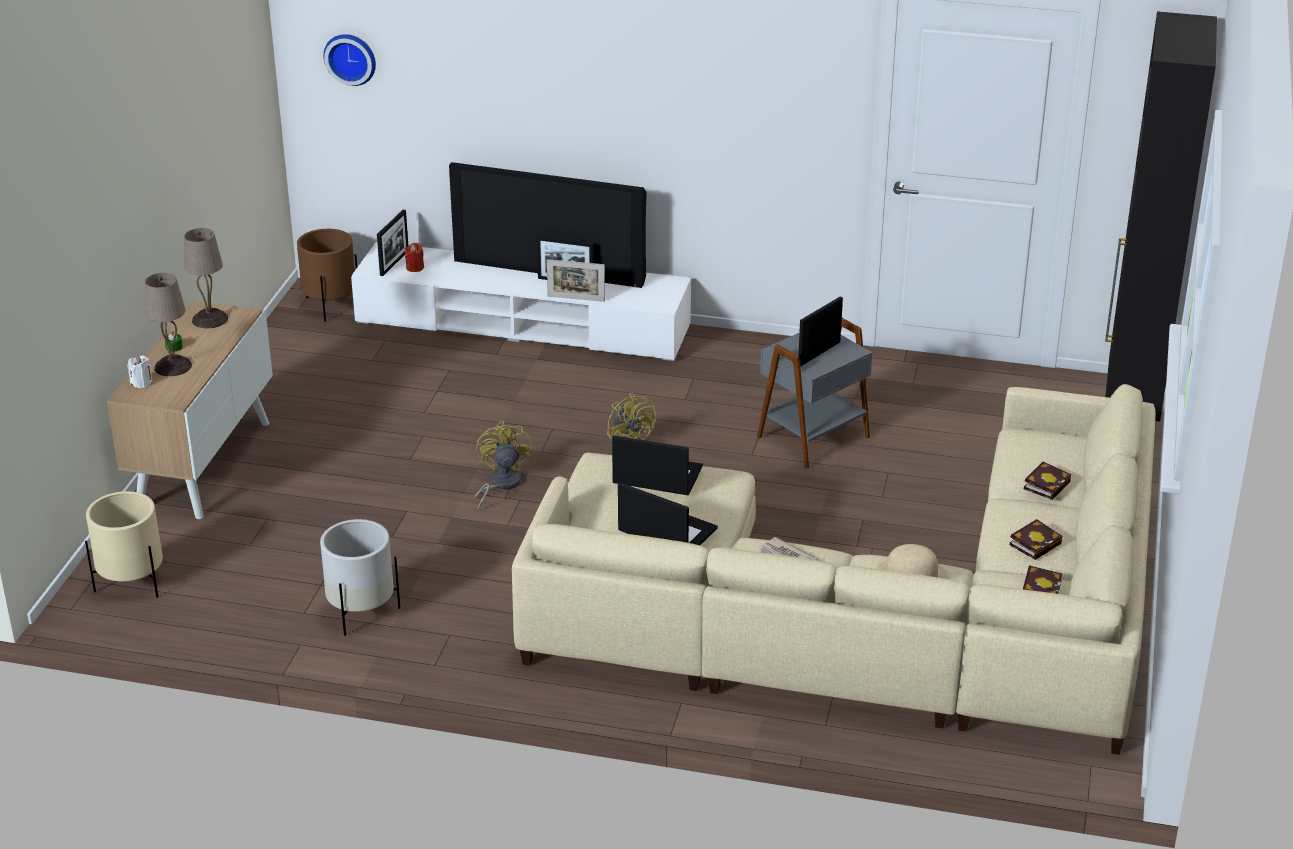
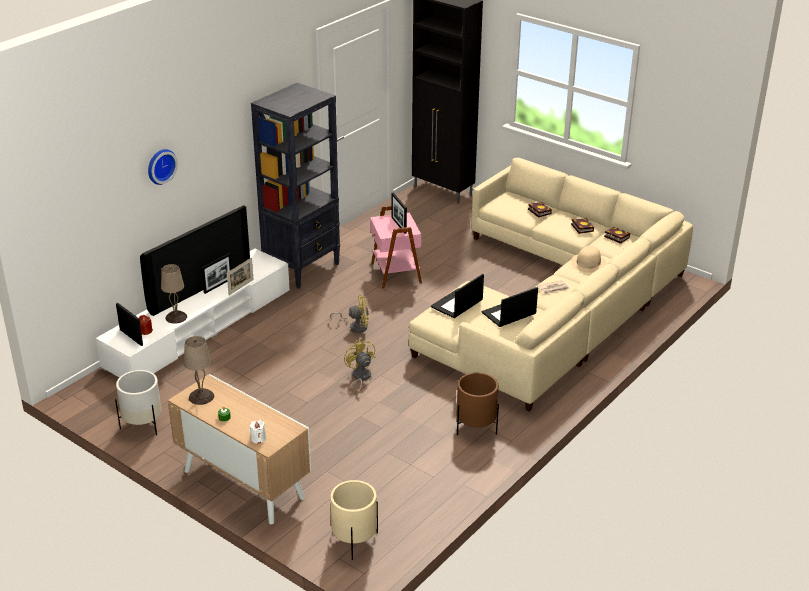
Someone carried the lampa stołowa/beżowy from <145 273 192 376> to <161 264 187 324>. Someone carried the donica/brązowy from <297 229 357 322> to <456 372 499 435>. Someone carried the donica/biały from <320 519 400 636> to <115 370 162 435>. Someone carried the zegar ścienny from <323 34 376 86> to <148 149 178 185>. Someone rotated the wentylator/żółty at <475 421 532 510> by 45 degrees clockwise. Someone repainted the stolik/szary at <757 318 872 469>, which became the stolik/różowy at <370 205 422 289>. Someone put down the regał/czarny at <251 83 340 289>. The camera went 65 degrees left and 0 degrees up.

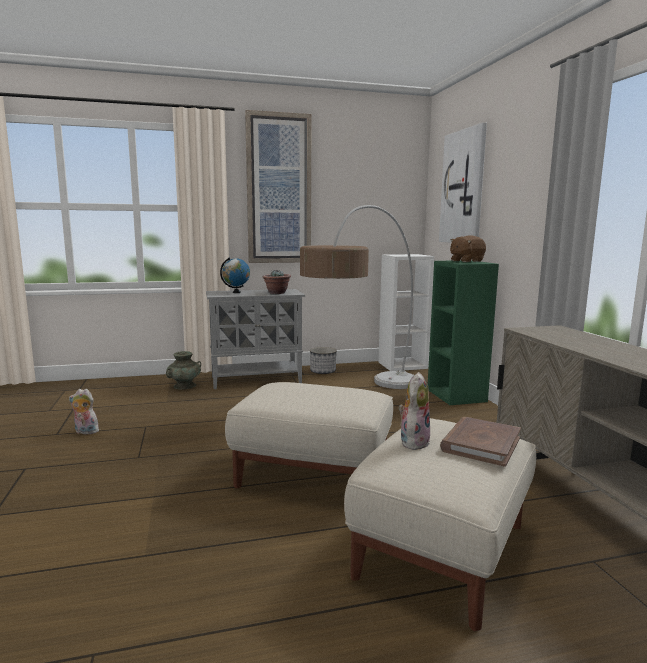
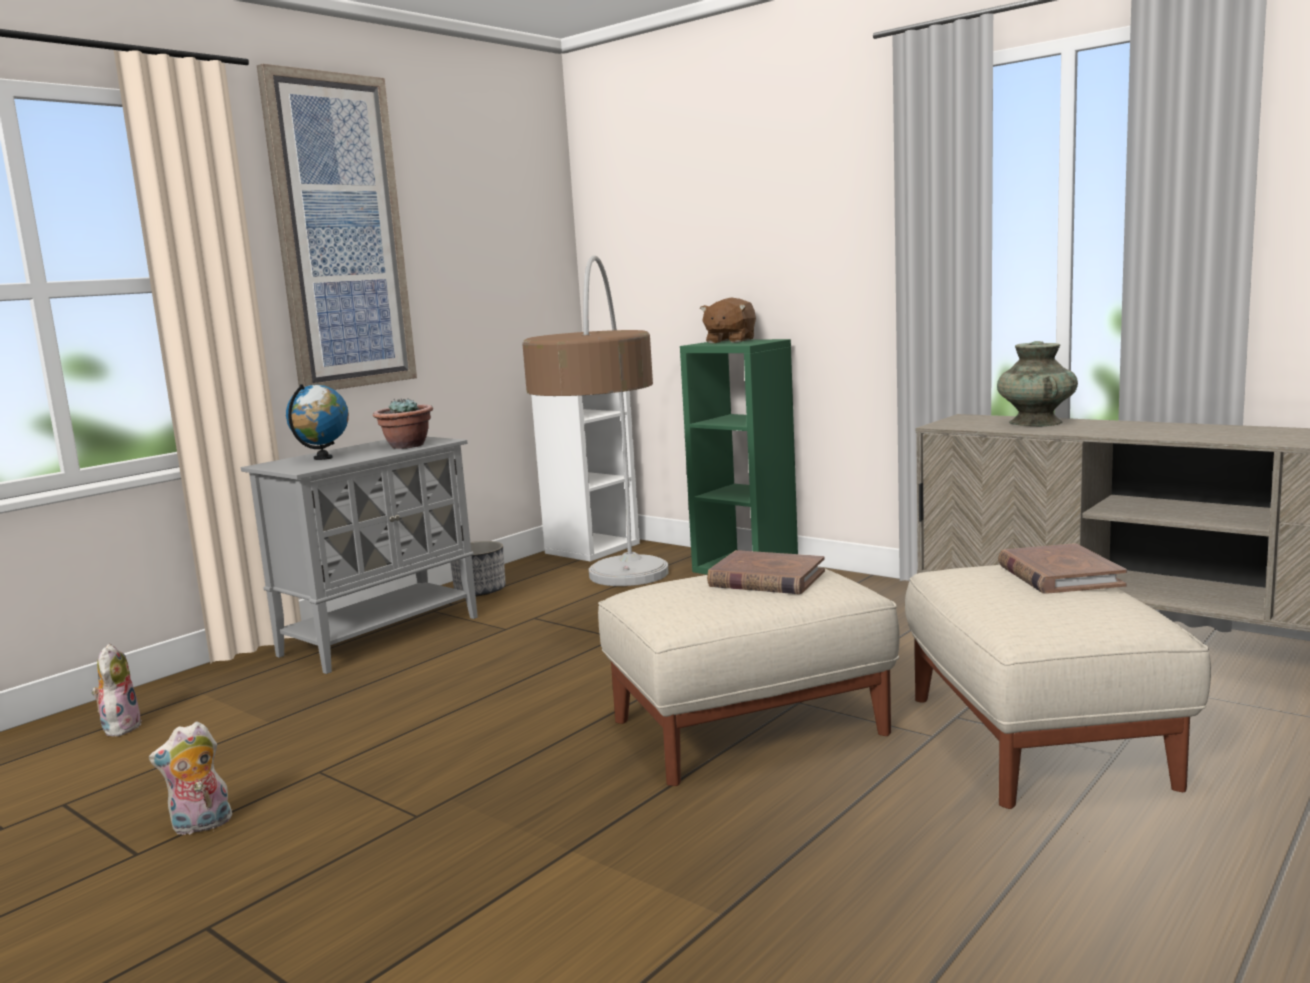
Someone carried the wazon/turkusowy from <166 351 201 389> to <997 341 1078 426>. Someone carried the pluszak from <398 372 430 450> to <92 644 142 737>. Someone took away the obraz at <439 122 487 243>. Someone put down the książka/brązowy at <707 550 825 594>. The camera went 35 degrees left and 0 degrees up.

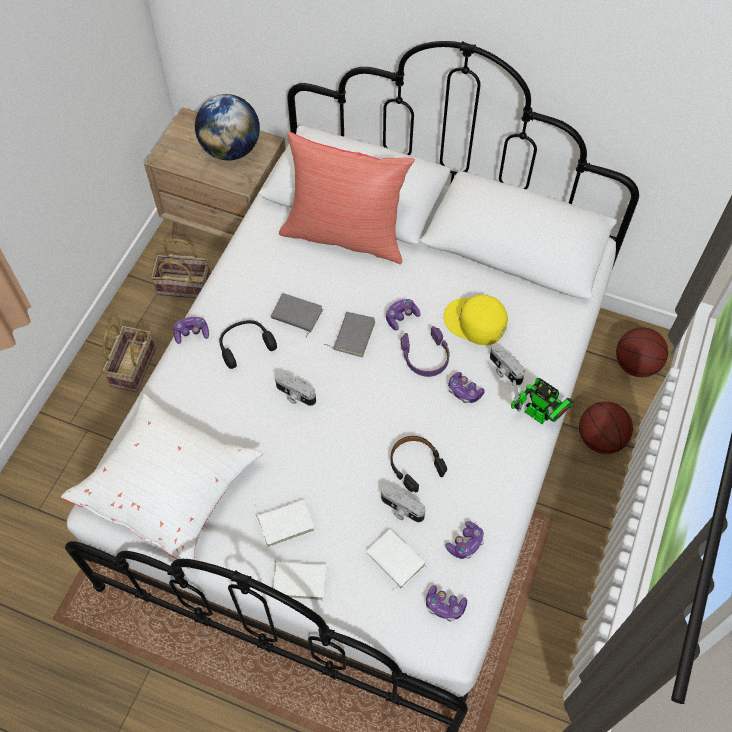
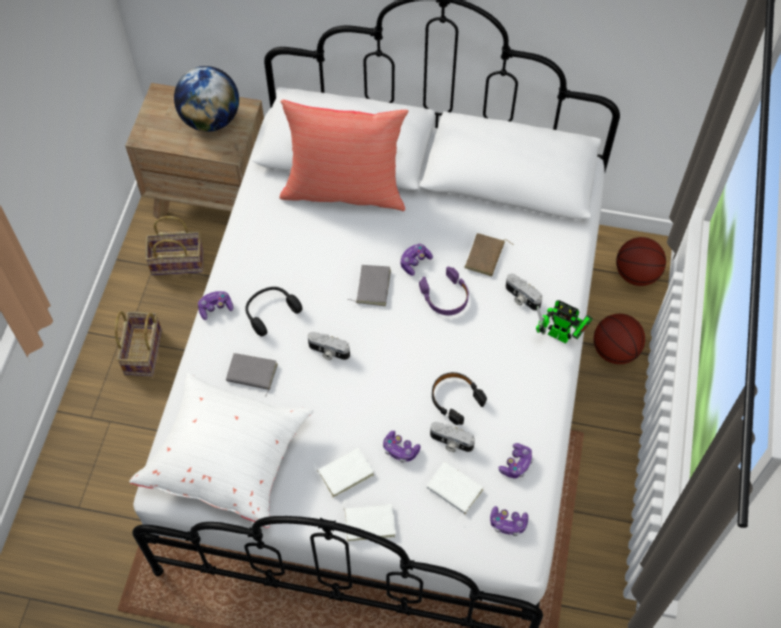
Someone carried the książka/szary from <271 293 323 338> to <226 353 278 397>. Someone swapped the czapka z daszkiem/żółty at <444 295 508 345> for the książka/brązowy at <464 233 514 276>. Someone carried the pad do gier from <448 372 485 403> to <383 431 421 463>. The camera went 10 degrees left and 0 degrees up.

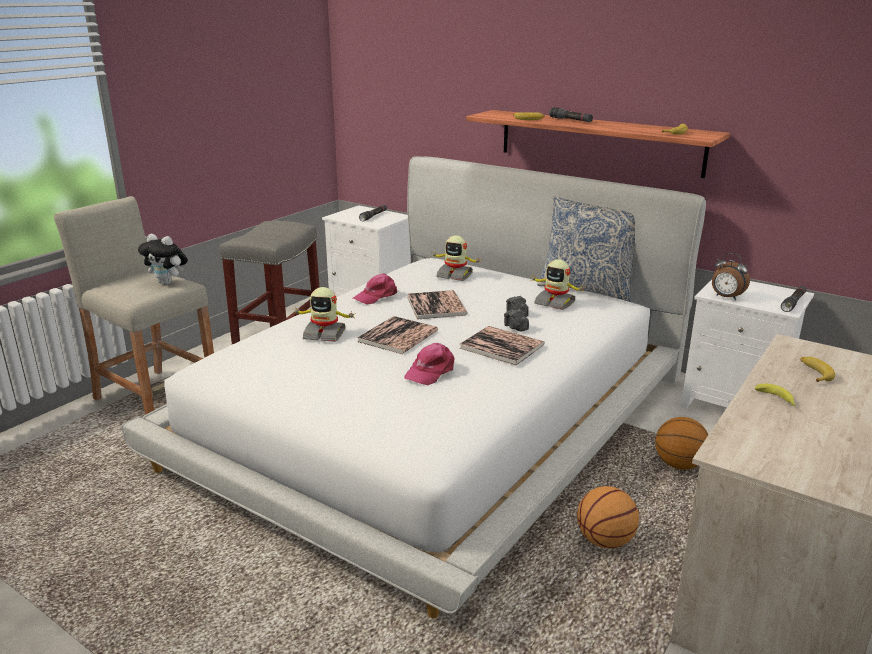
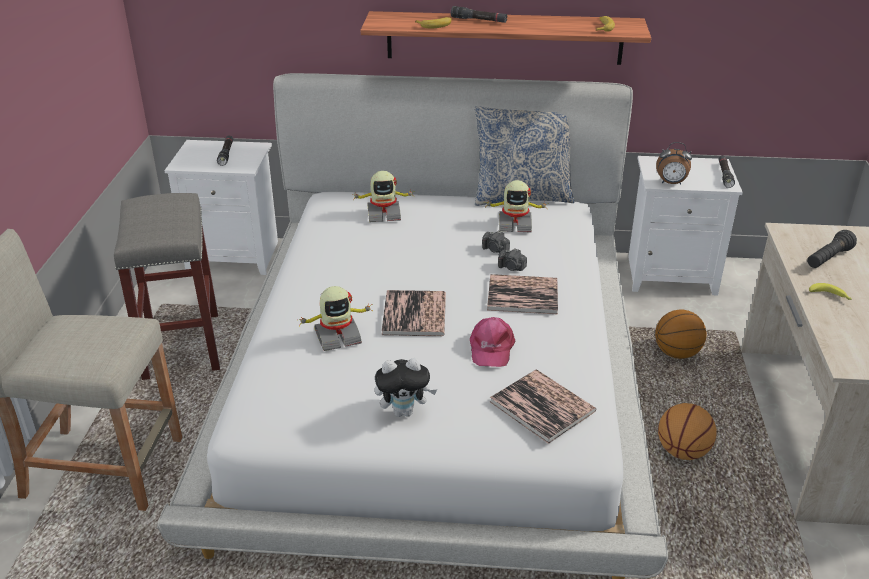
Someone carried the pluszak from <138 234 188 285> to <375 358 437 417>. Someone took away the czapka z daszkiem/różowy at <353 273 397 305>. Someone carried the książka from <407 290 468 319> to <490 369 596 444>. Someone swapped the banan at <800 357 835 382> for the latarka/czarny at <807 230 857 268>. The camera went 30 degrees left and 10 degrees up.

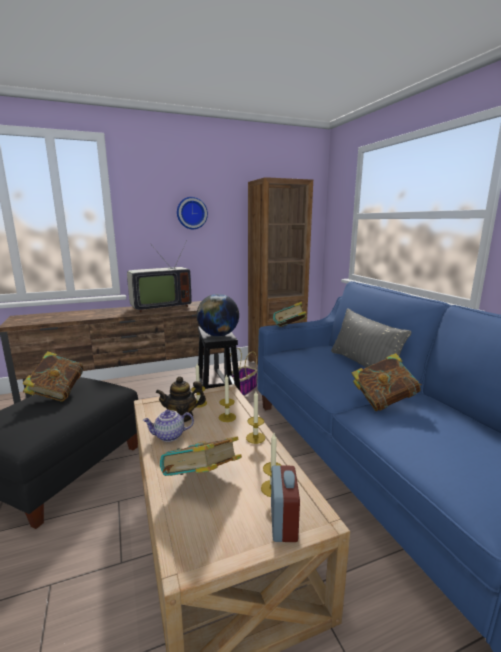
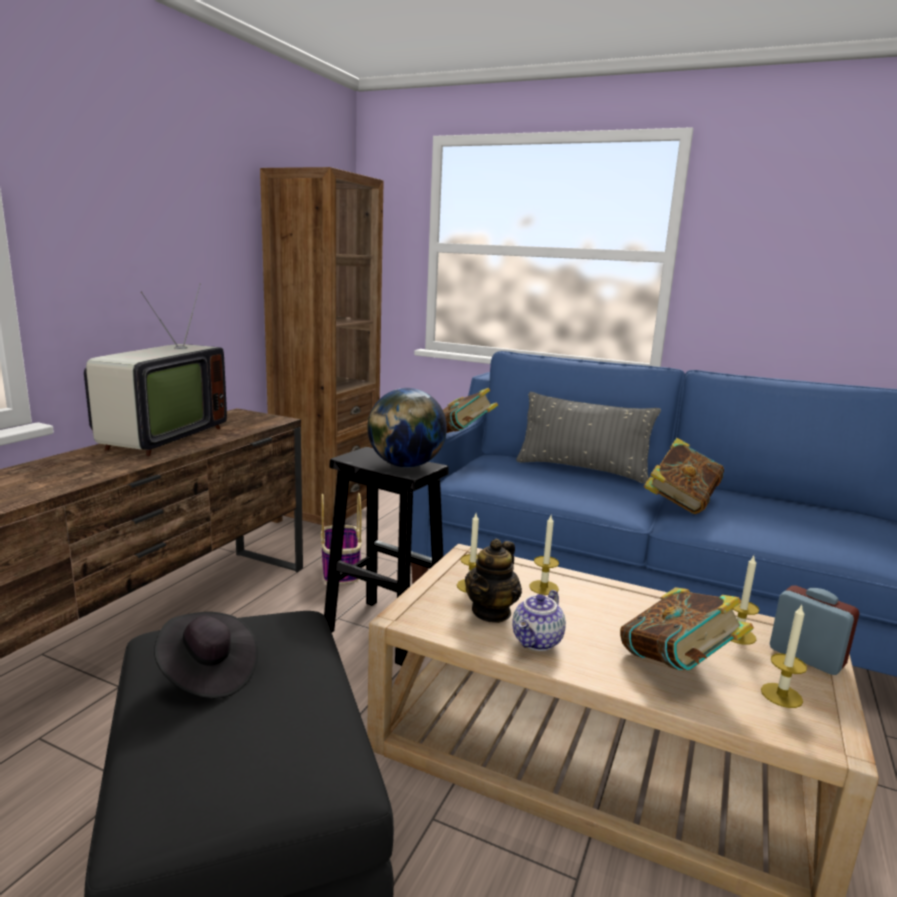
Someone swapped the książka at <23 351 84 402> for the kapelusz/czarny at <154 612 258 699>. Someone took away the zegar ścienny at <177 197 208 229>. Someone carried the świeca from <246 391 266 444> to <761 604 807 708>. The camera went 45 degrees left and 0 degrees up.

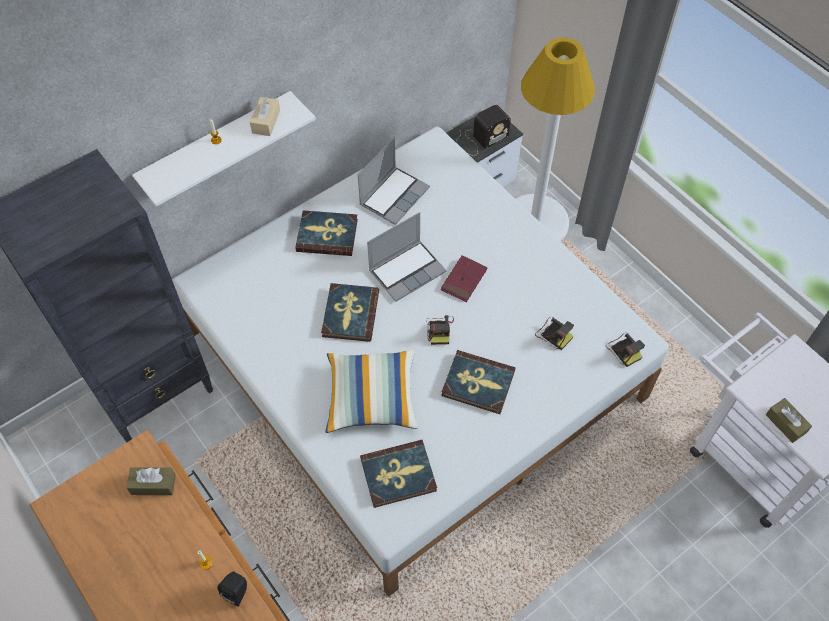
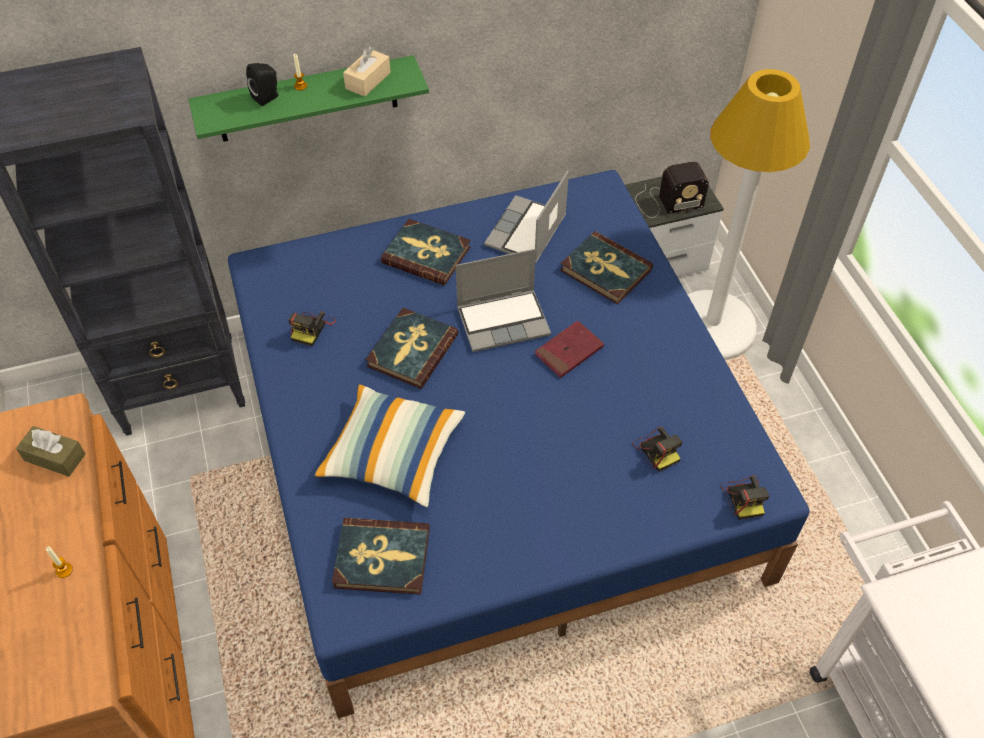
Someone repainted the półka/biały at <132 91 316 206>, which became the półka/zielony at <188 55 429 142>. Someone repainted the łóżko/biały at <172 127 669 597>, which became the łóżko/niebieski at <228 170 810 719>. Someone carried the głośnik/czarny from <217 571 247 607> to <246 63 278 106>. Someone rotated the laptop at <358 137 430 225> by 150 degrees clockwise. Someone carried the aparat fotograficzny from <426 315 454 345> to <288 311 336 346>. Someone carried the książka from <441 350 516 414> to <560 231 653 304>. Someone took away the pudełko chusteczek/brązowy at <766 398 812 443>. The camera went 20 degrees right and 5 degrees down.

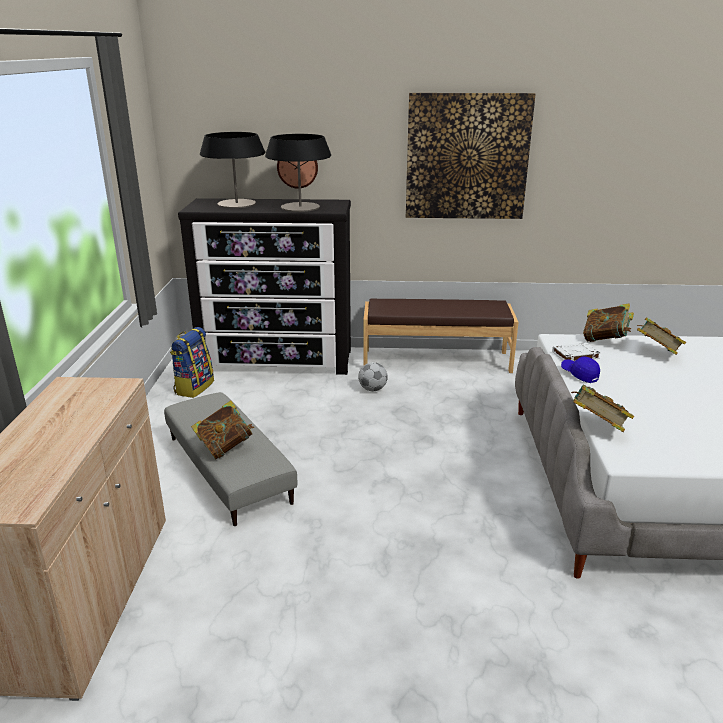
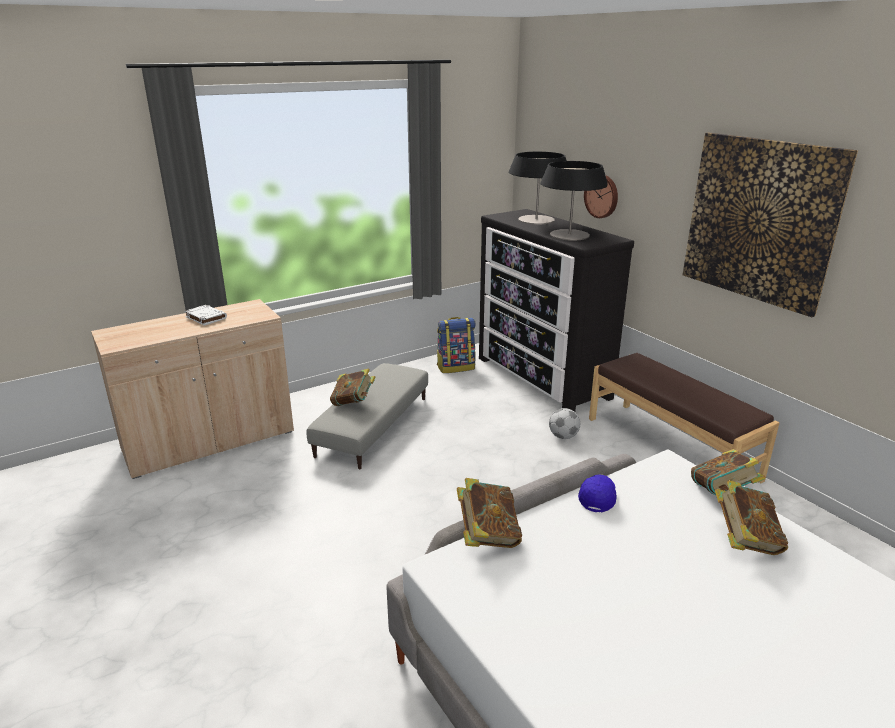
Someone carried the książka/biały from <552 342 601 361> to <184 305 227 326>. The camera went 55 degrees right and 0 degrees up.

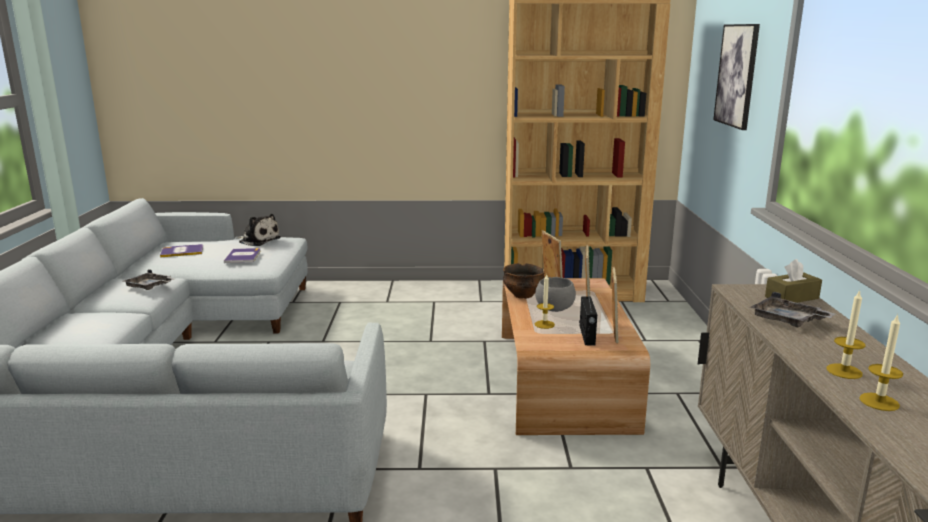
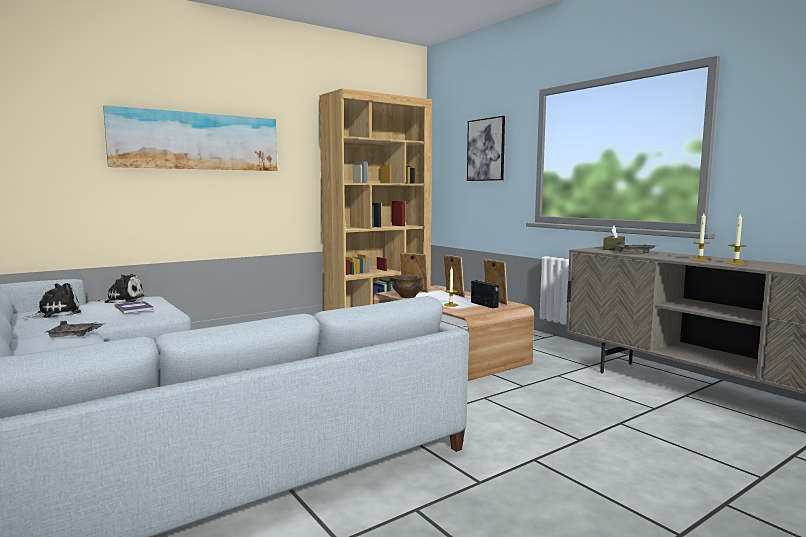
Someone swapped the książka at <160 244 203 258> for the pluszak at <22 283 81 319>. Someone took away the miska/szary at <535 277 576 312>. Someone put up the obraz at <103 105 277 171>. The camera went 35 degrees left and 10 degrees down.

